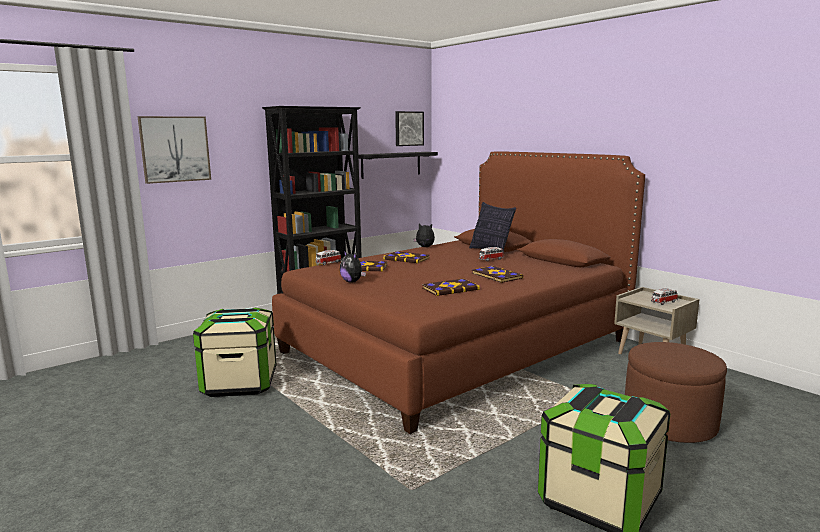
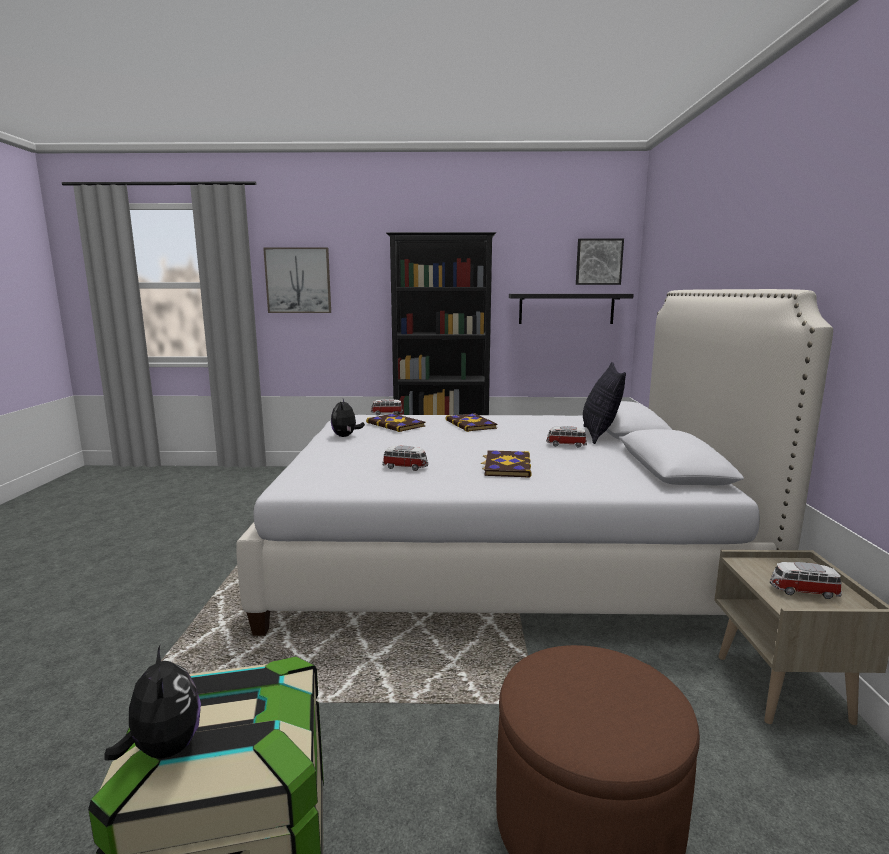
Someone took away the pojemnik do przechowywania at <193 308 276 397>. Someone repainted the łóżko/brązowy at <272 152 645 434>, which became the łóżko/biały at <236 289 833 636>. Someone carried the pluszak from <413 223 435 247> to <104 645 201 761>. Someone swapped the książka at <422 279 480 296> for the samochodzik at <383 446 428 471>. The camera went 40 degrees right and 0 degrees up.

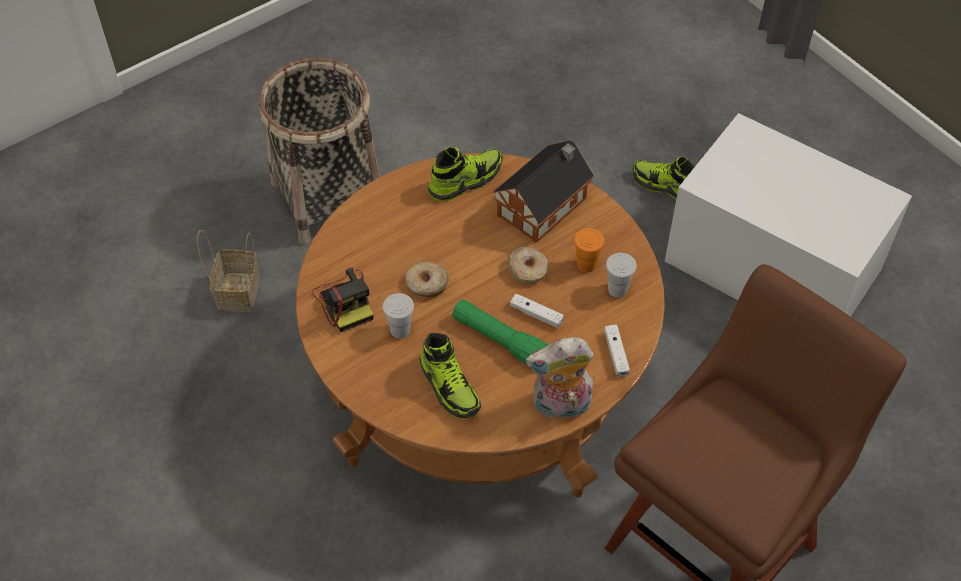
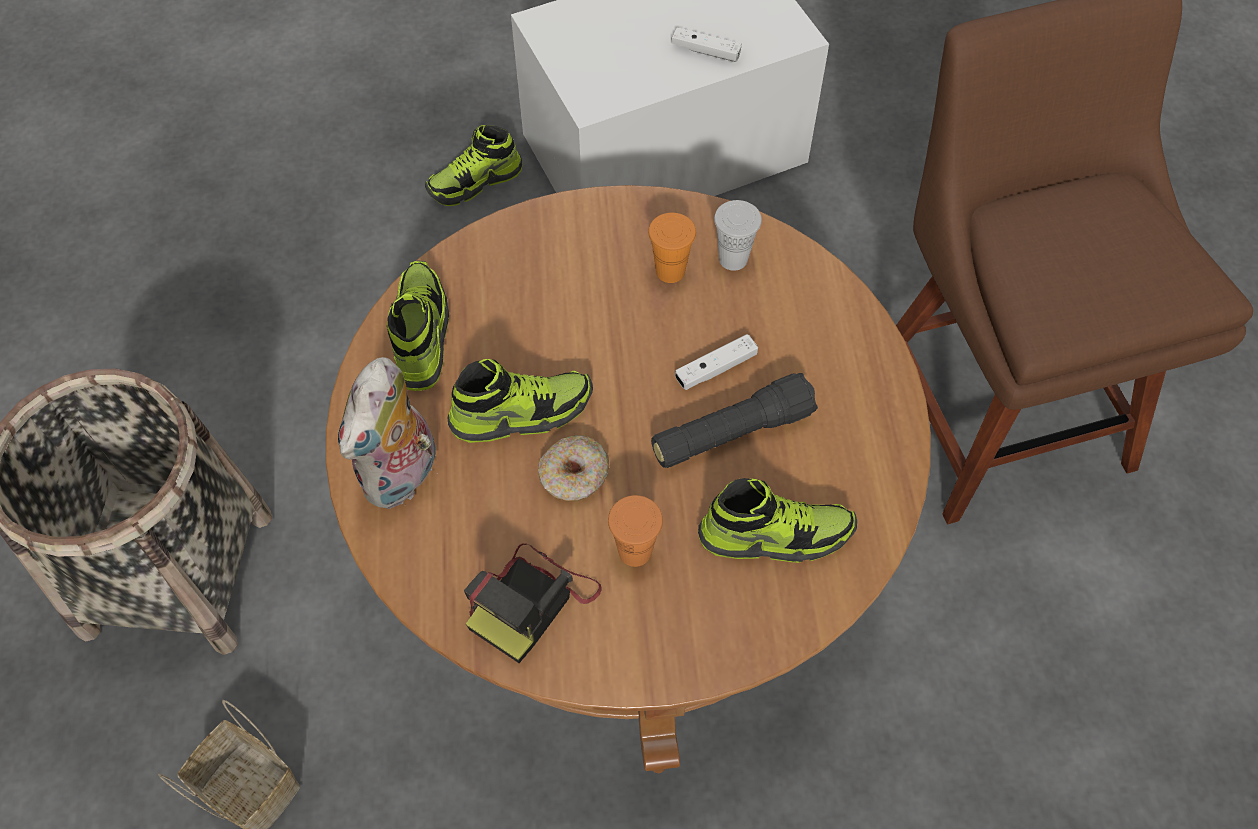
Someone rotated the aparat fotograficzny at <312 267 373 332> by 120 degrees clockwise. Someone repainted the filiżanka/biały at <383 293 414 338>, which became the filiżanka/pomarańczowy at <608 495 663 567>. Someone repainted the latarka/zielony at <452 300 548 365>, which became the latarka/czarny at <651 373 818 468>. Someone took away the domek at <493 140 594 243>. Someone took away the donut at <507 246 548 284>. Someone carried the pluszak from <525 337 593 418> to <338 357 438 509>. Someone carried the pad do gier/biały from <604 325 630 377> to <671 27 742 62>. Someone put down the but at <448 359 593 443>. The camera went 60 degrees left and 5 degrees up.

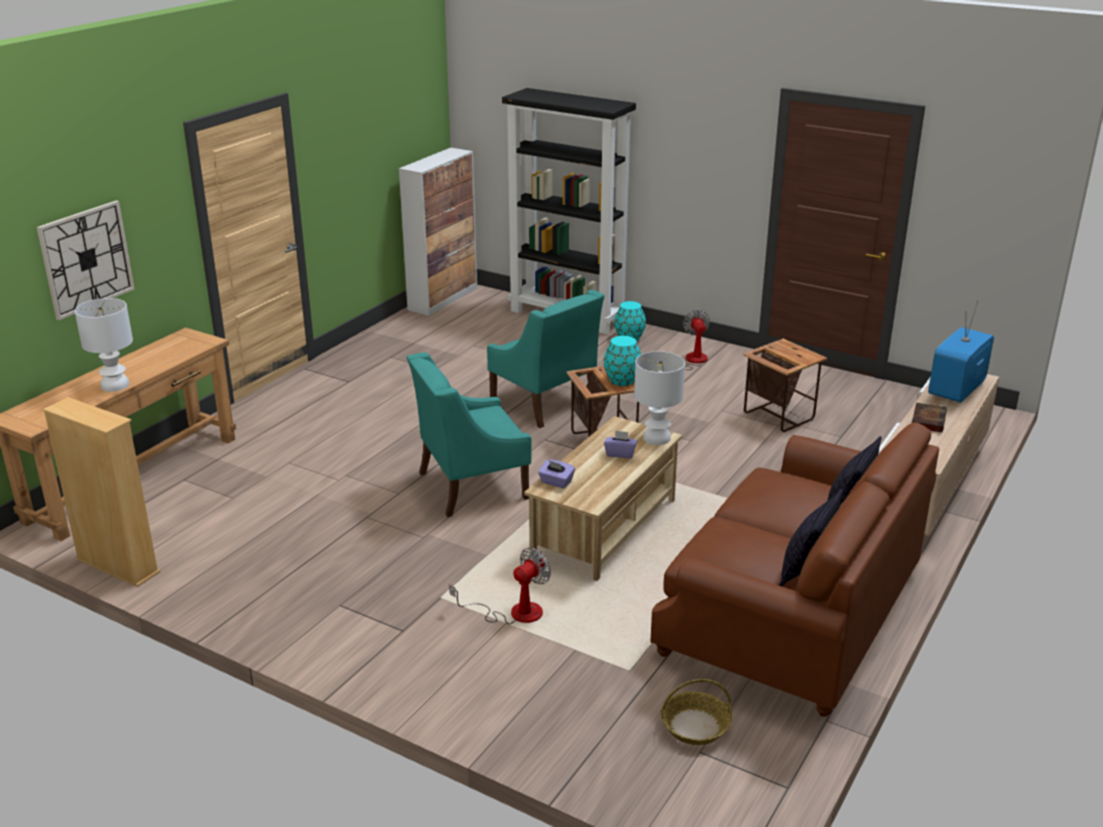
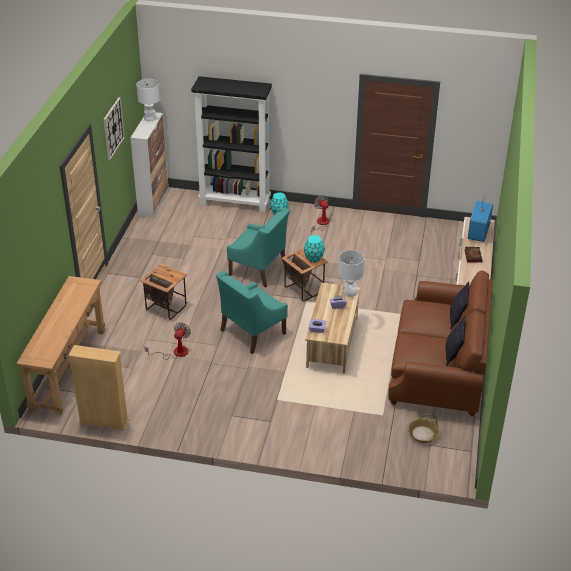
Someone carried the zegar ścienny from <37 200 135 320> to <103 97 125 160>. Someone carried the lampa stołowa/biały from <75 298 133 392> to <136 79 160 121>. Someone carried the wentylator from <449 547 551 624> to <145 323 191 360>. Someone carried the stolik from <743 339 827 432> to <140 264 187 320>. The camera went 20 degrees left and 10 degrees up.

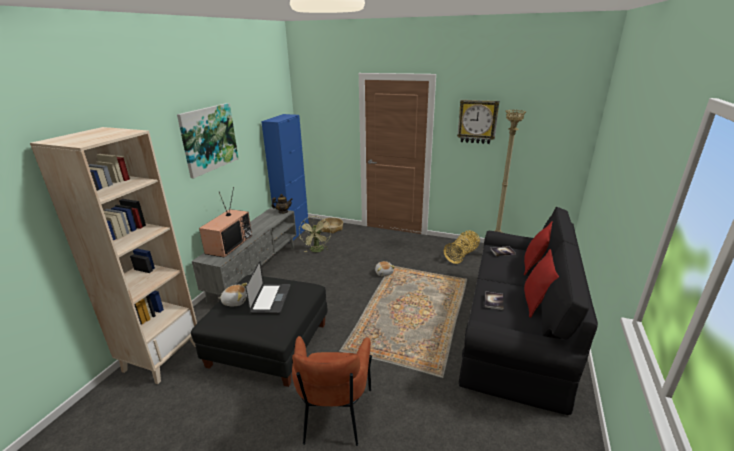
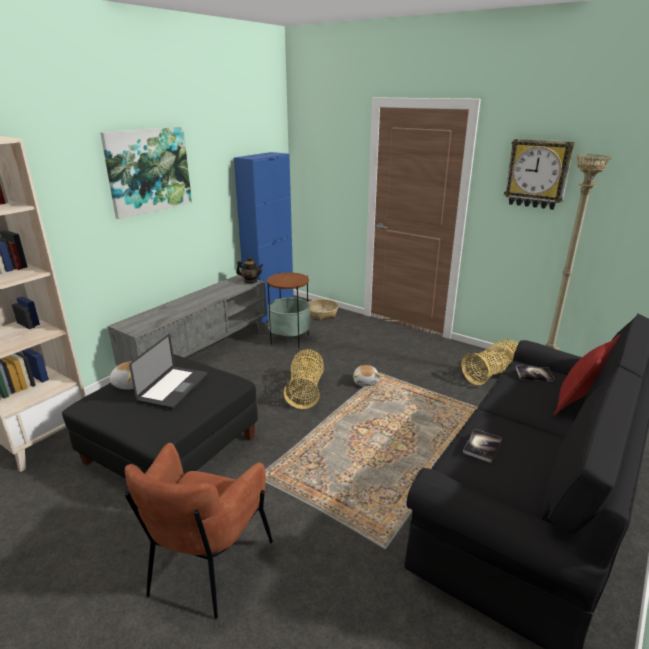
Someone took away the telewizor at <199 187 252 258>. Someone swapped the wentylator/zielony at <299 216 331 252> for the stolik at <267 272 310 348>. Someone took away the poduszka/czerwony at <524 249 559 318>. Someone put down the koszyk at <283 349 324 409>. The camera went 15 degrees right and 0 degrees up.

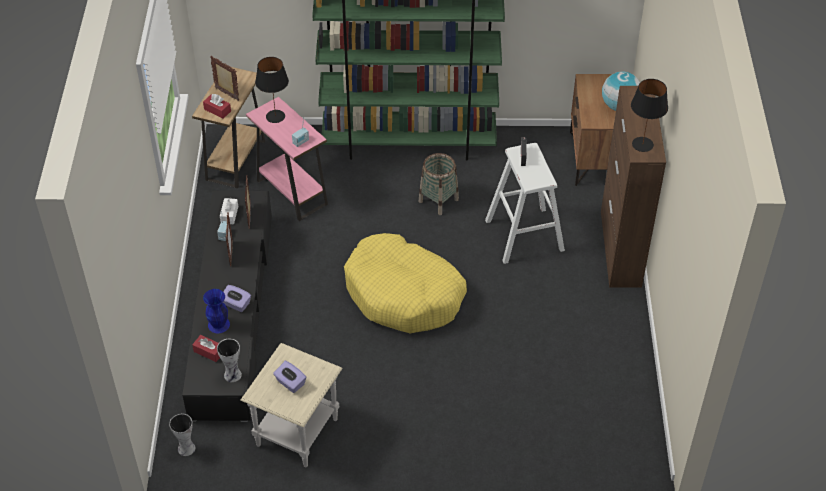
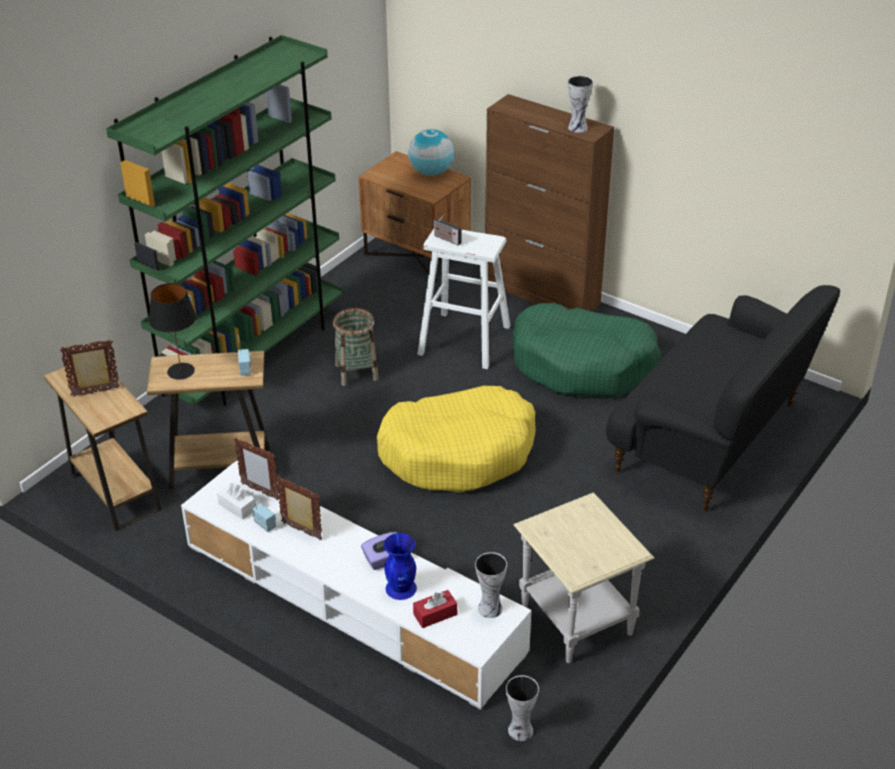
Someone repainted the szafka pod telewizor/czarny at <182 191 272 422>, which became the szafka pod telewizor/biały at <181 461 531 710>. Someone took away the pudełko chusteczek/czerwony at <203 94 231 118>. Someone repainted the stolik/różowy at <246 97 328 221>, which became the stolik/brązowy at <147 351 271 489>. Someone took away the pudełko chusteczek/fioletowy at <273 361 306 393>. Someone swapped the lampa stołowa/czarny at <631 79 668 152> for the wazon at <568 75 593 133>. Someone put down the legowisko/zielony at <512 303 661 397>. Someone put down the kanapa/czarny at <606 285 840 511>. The camera went 55 degrees left and 10 degrees down.

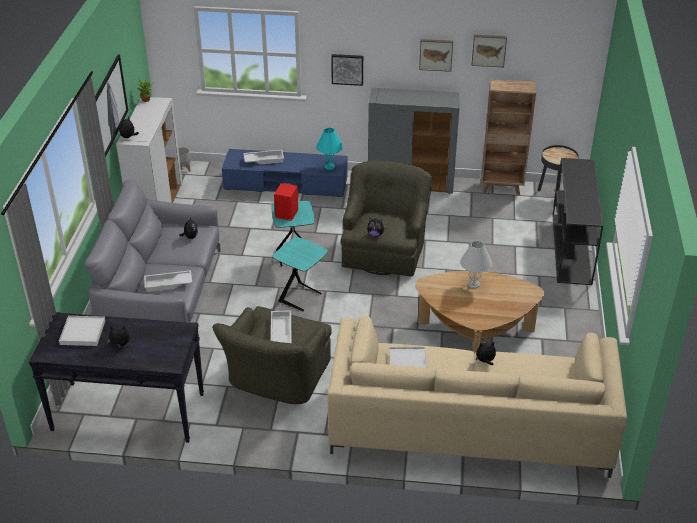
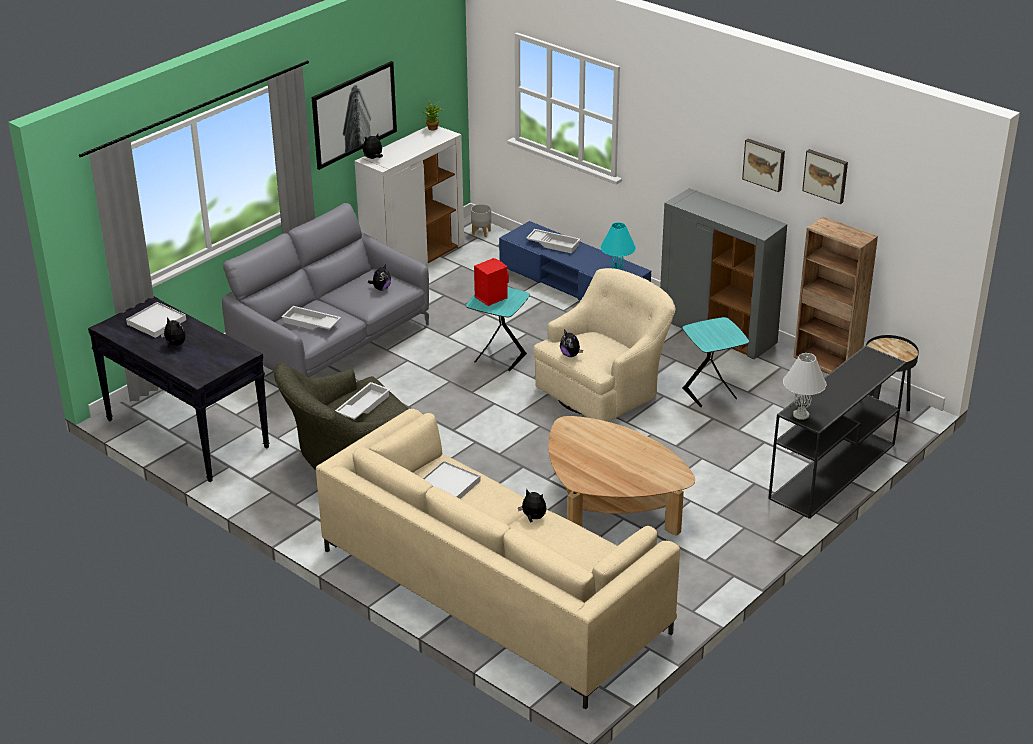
Someone carried the stolik/turkusowy from <273 237 328 311> to <682 317 749 407>. Someone took away the obraz at <331 54 363 86>. Someone repainted the fotel/zielony at <341 161 432 276>, which became the fotel/beżowy at <533 268 676 422>. Someone carried the lampa stołowa/biały from <460 241 492 288> to <783 353 826 420>. The camera went 35 degrees right and 5 degrees down.

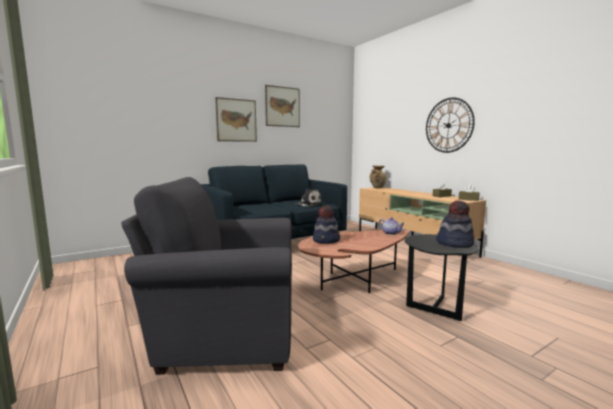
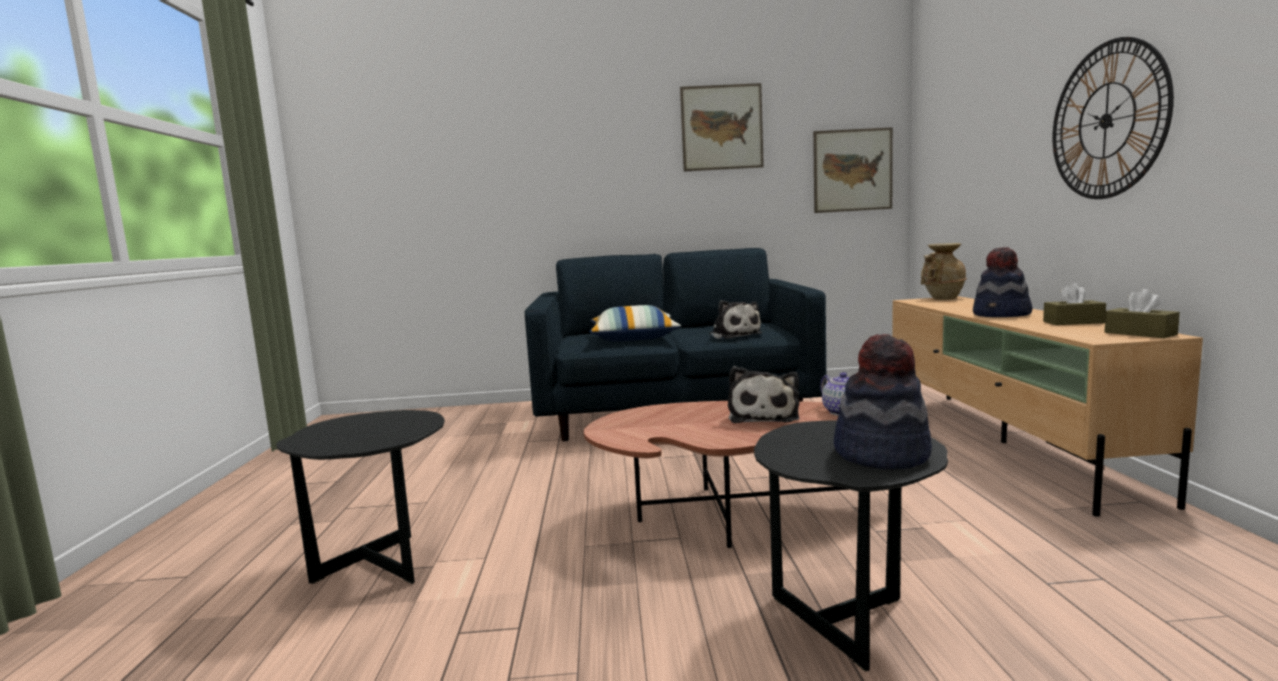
Someone swapped the fotel/szary at <121 177 292 375> for the stolik/czarny at <276 410 445 584>. Someone carried the obraz from <215 97 257 142> to <813 127 893 213>. Someone carried the kapelusz from <313 206 340 244> to <973 247 1033 317>. Someone put down the poduszka at <590 305 681 342>. Someone put down the pluszak at <728 366 799 423>. The camera went 30 degrees right and 0 degrees up.

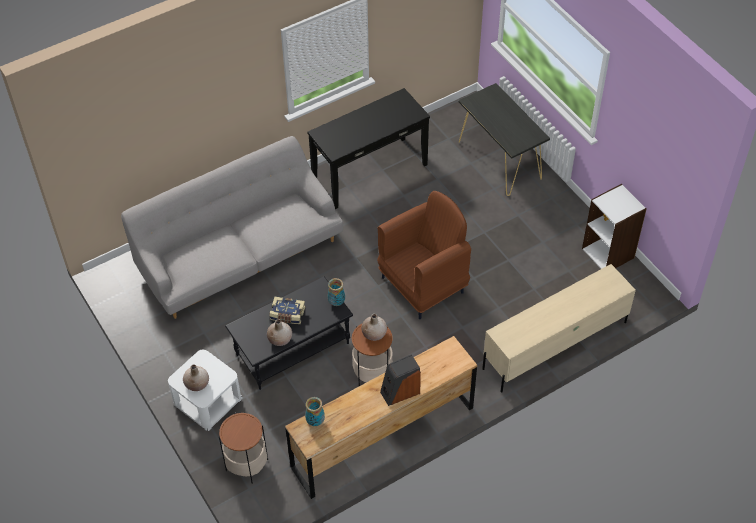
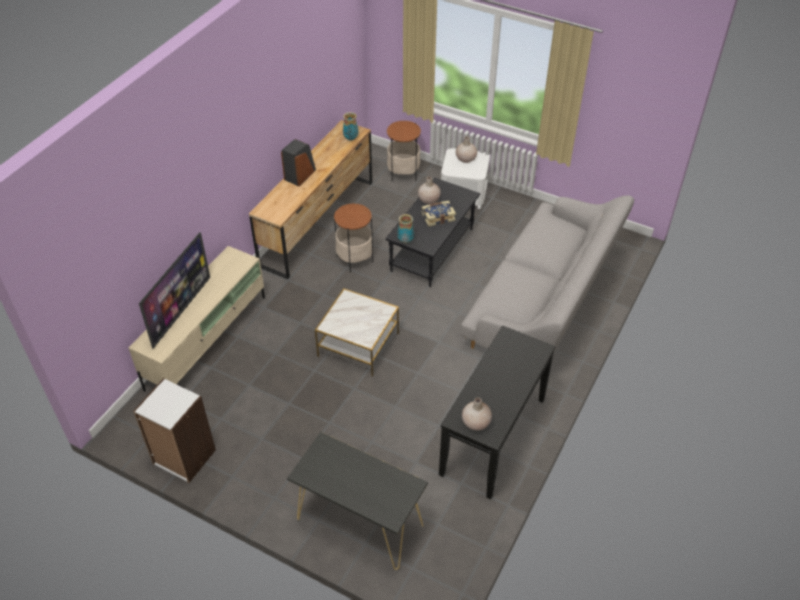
Someone carried the wazon/beżowy from <361 314 387 341> to <462 397 492 431>. Someone swapped the fotel/brązowy at <377 191 471 319> for the stolik at <315 288 399 377>. Someone put down the telewizor at <139 232 210 349>. The camera went 150 degrees right and 5 degrees down.

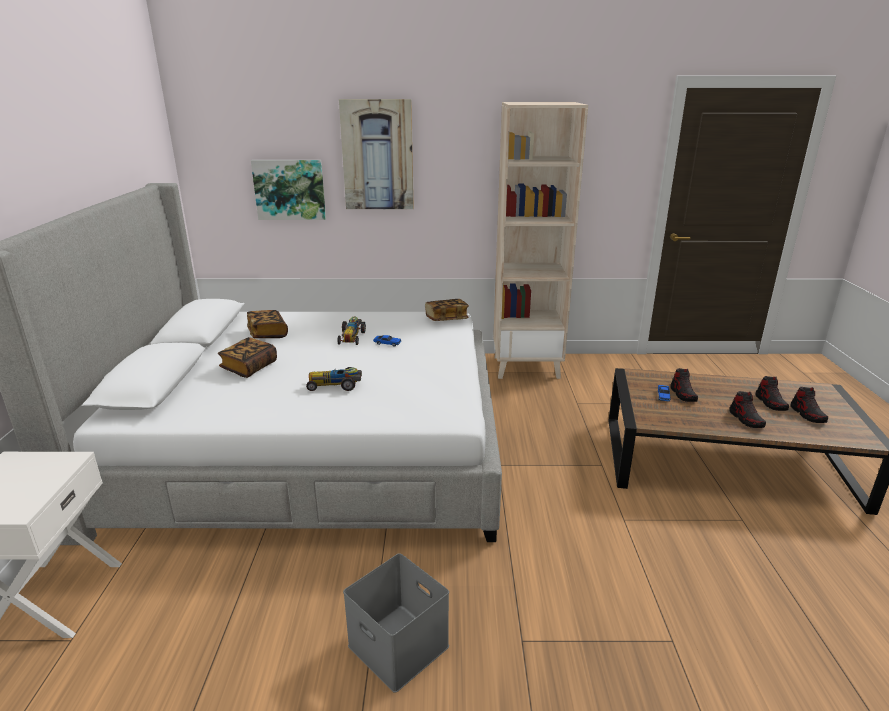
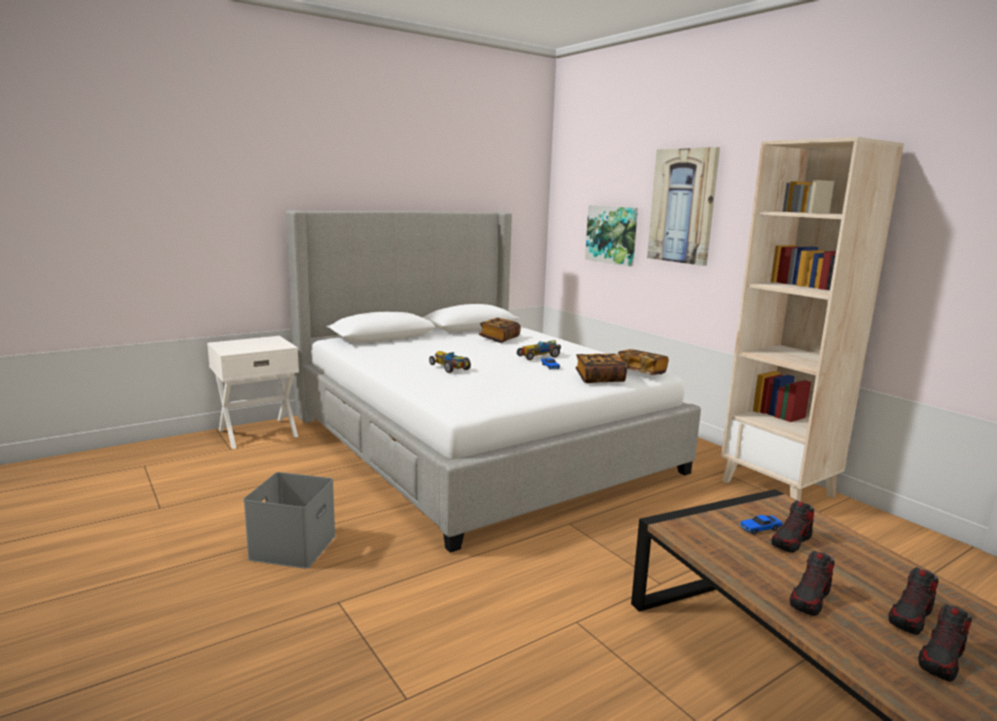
Someone carried the książka from <218 337 277 378> to <575 354 627 383>. The camera went 55 degrees right and 10 degrees down.

